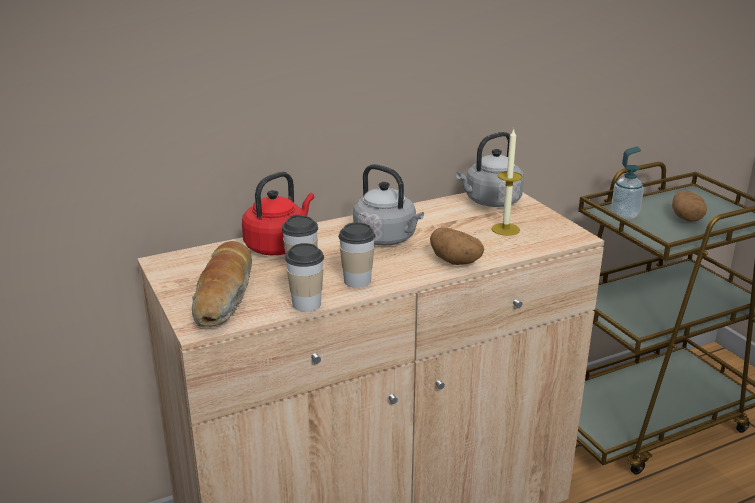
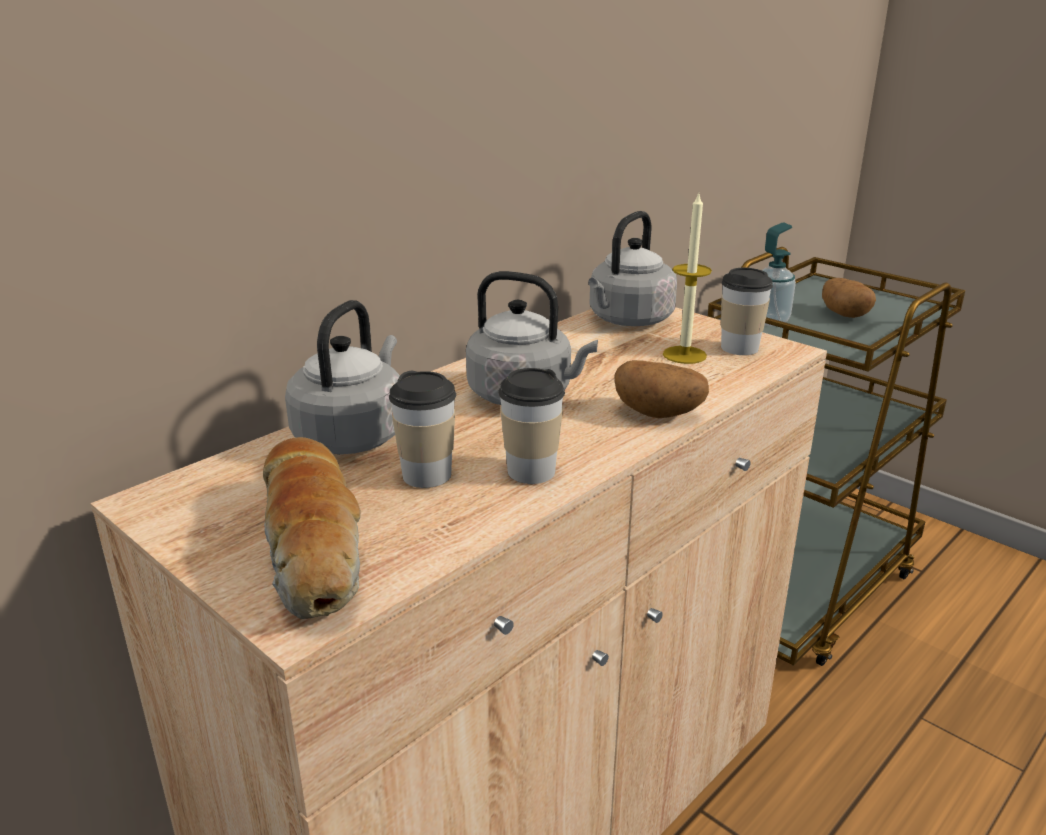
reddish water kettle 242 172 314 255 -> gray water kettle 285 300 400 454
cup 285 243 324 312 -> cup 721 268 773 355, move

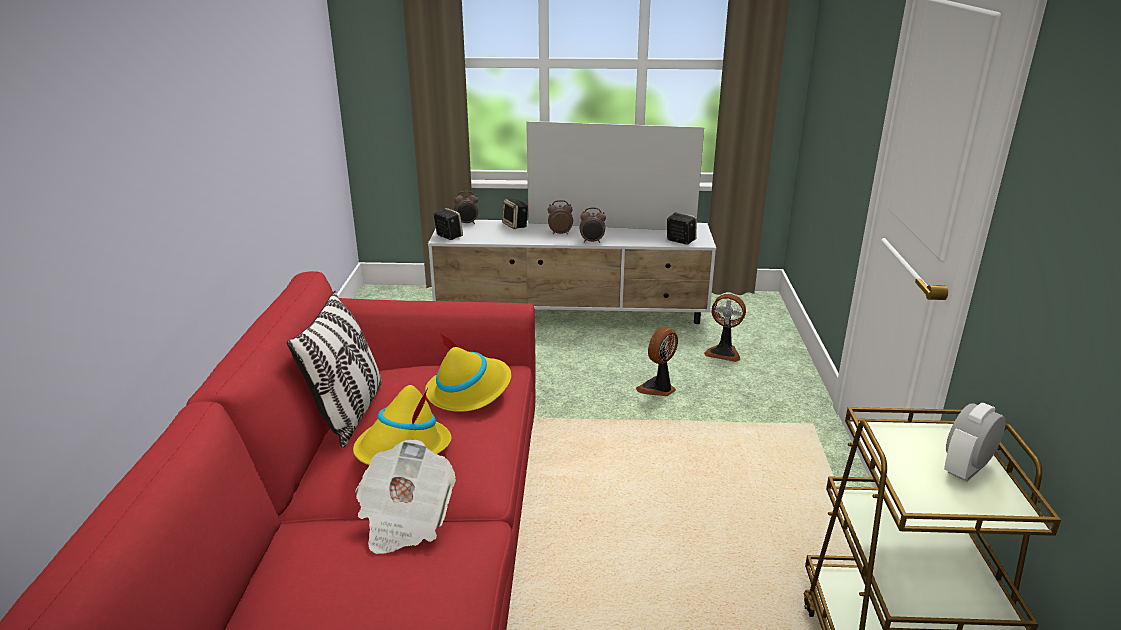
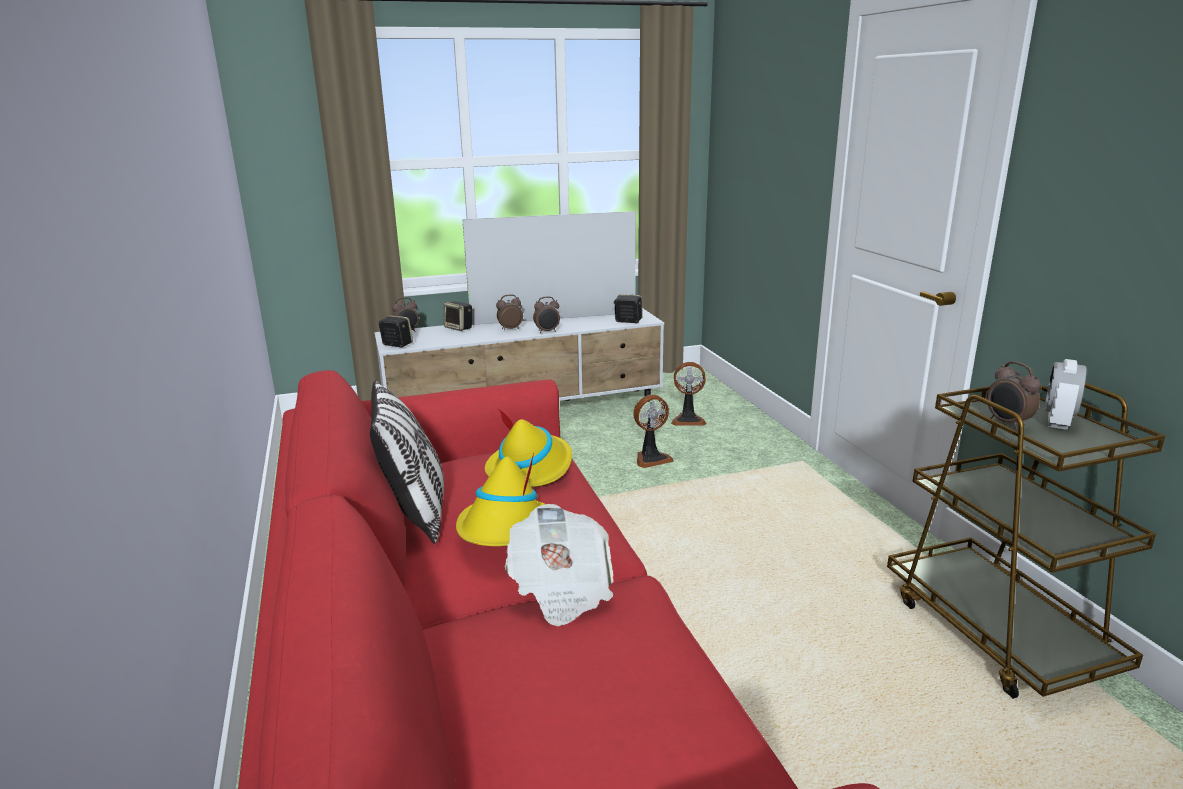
electric fan 636 327 678 396 -> electric fan 633 395 674 468, 135 degrees counterclockwise
none -> bedside clock 987 361 1041 429

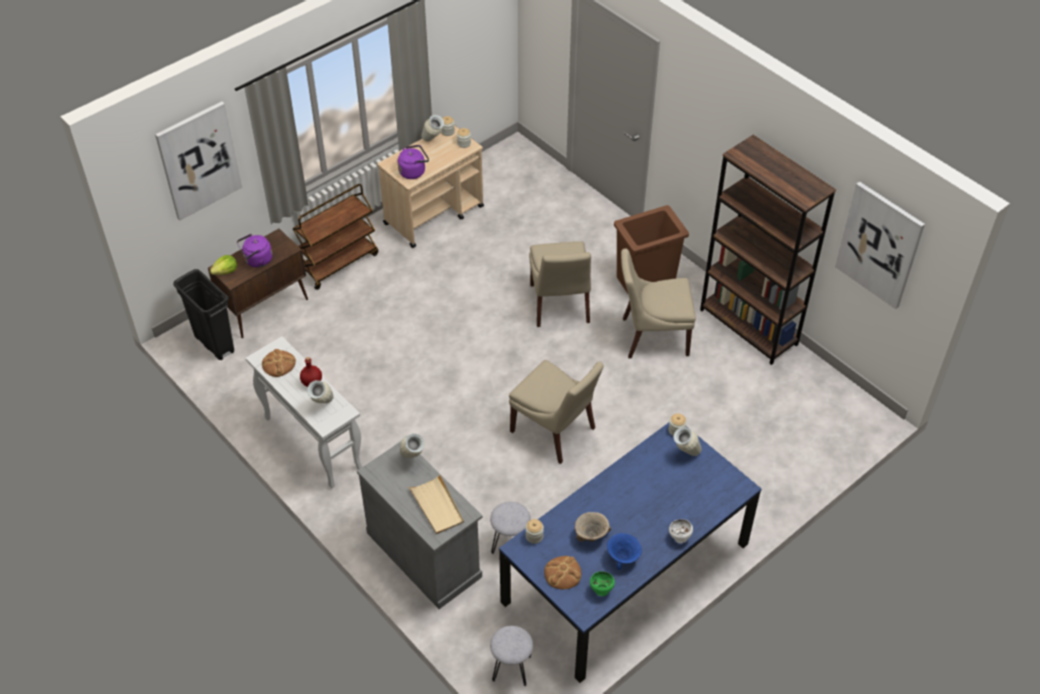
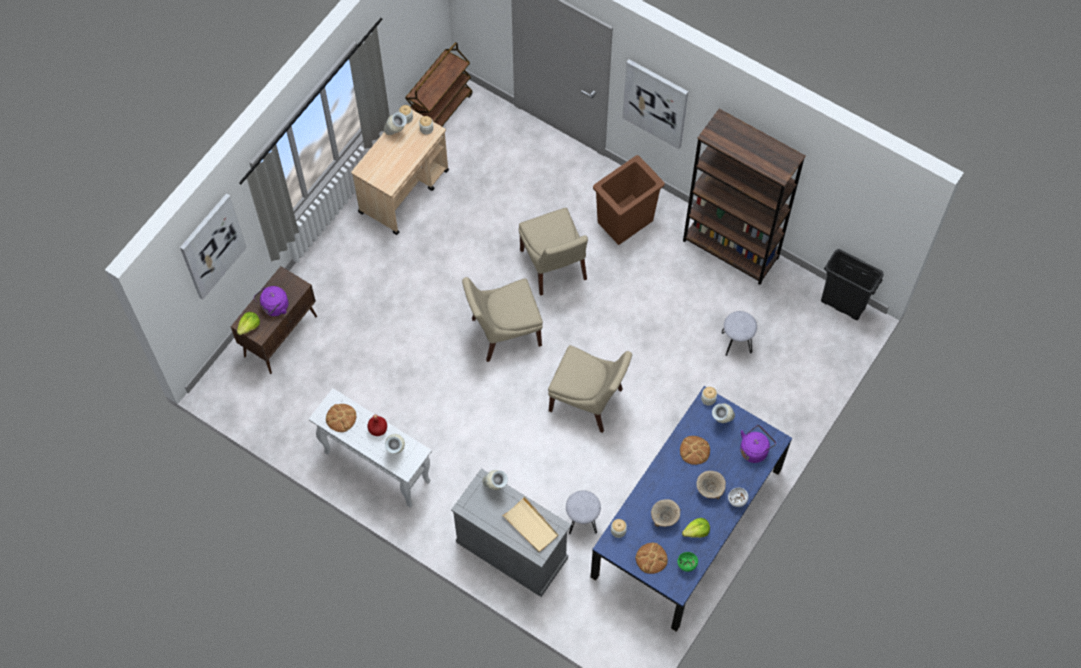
purple-coloured water kettle 398 145 429 179 -> purple-coloured water kettle 740 425 776 463, move
wall art 835 181 925 309 -> wall art 622 59 688 149, move
brownish wheeled cart 293 184 378 290 -> brownish wheeled cart 405 42 473 126, move
beige plain chair 621 249 696 358 -> beige plain chair 462 277 543 362, move
blackish rubbish bin 173 269 234 360 -> blackish rubbish bin 821 249 884 320, move
blue deep dish 607 533 642 570 -> lettuce 682 518 710 538
gray stool 490 626 533 686 -> gray stool 722 311 757 356, move
none -> baked bread 680 436 710 465
none -> beige deep dish 697 471 726 499

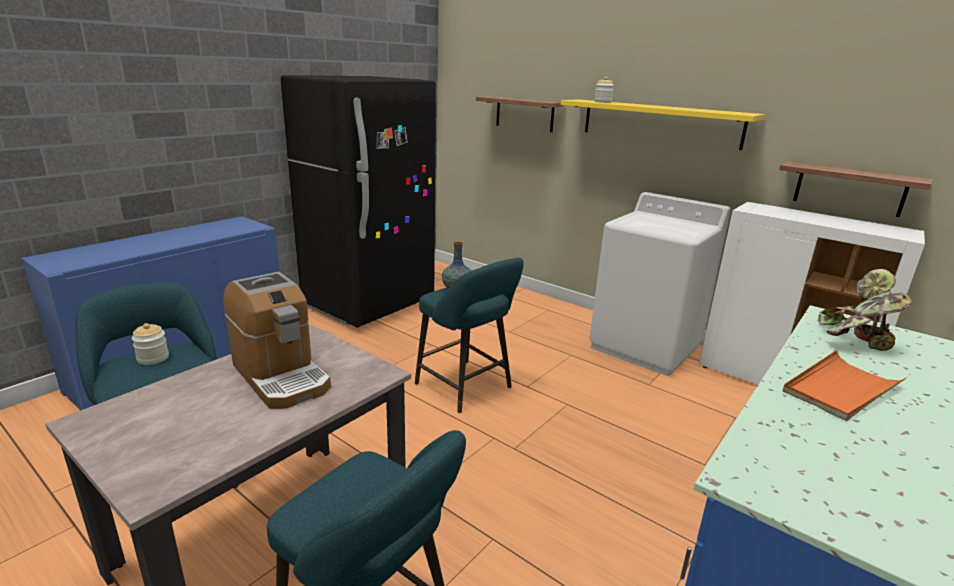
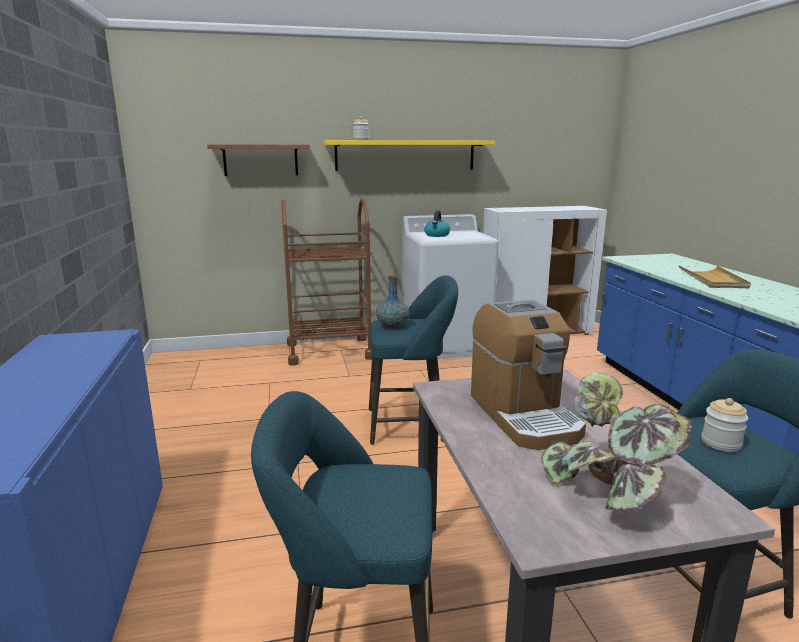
blackish kitchen fridge 281 75 436 328 -> none
wall shelf 779 162 932 217 -> none
plant in a pot 818 269 915 351 -> plant in a pot 541 372 692 513, move
coffee maker 223 272 331 409 -> coffee maker 471 299 586 450, 75 degrees clockwise
preserve jar 132 323 169 365 -> preserve jar 701 398 748 452, move
orange tray 783 350 907 421 -> beige tray 678 265 751 288
none -> brownish wheeled cart 281 198 372 366
none -> water kettle 424 210 450 237

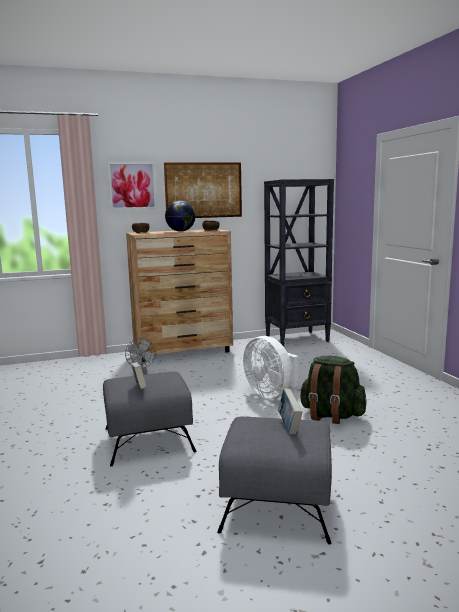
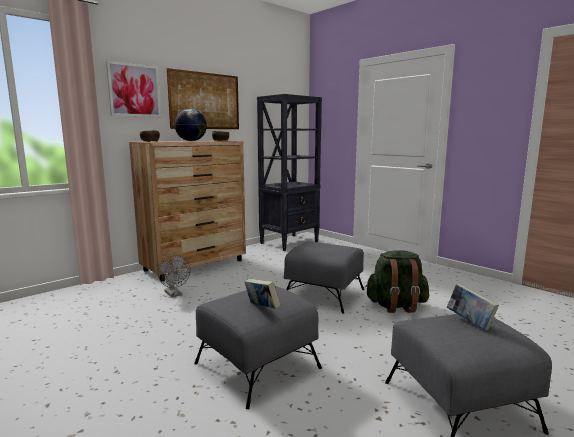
whitish electric fan 243 336 298 399 -> gray ottoman 284 242 364 314

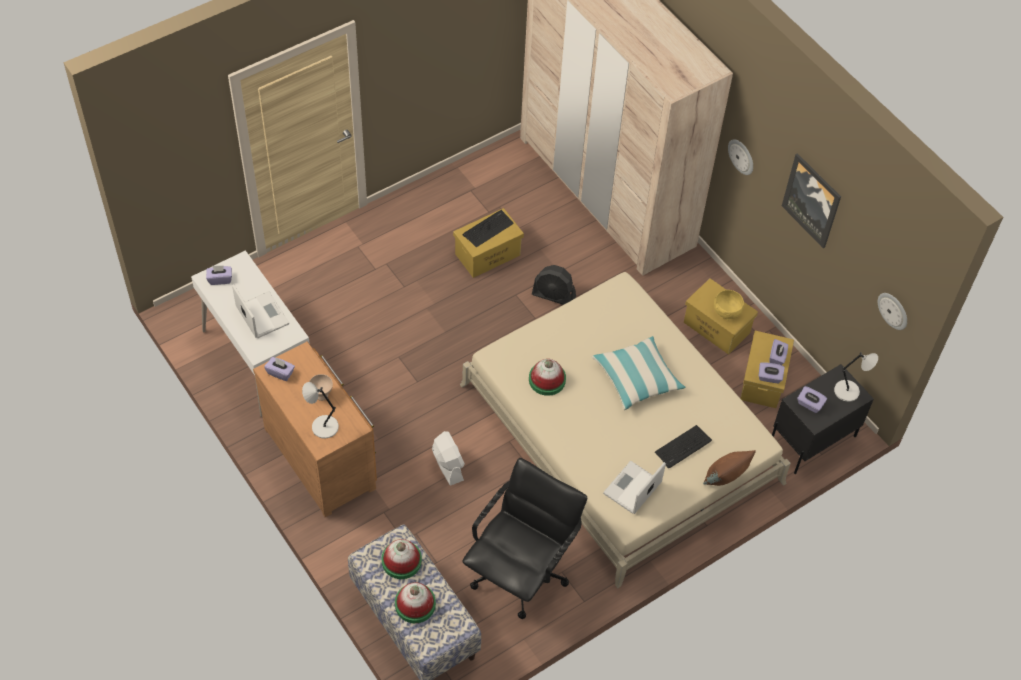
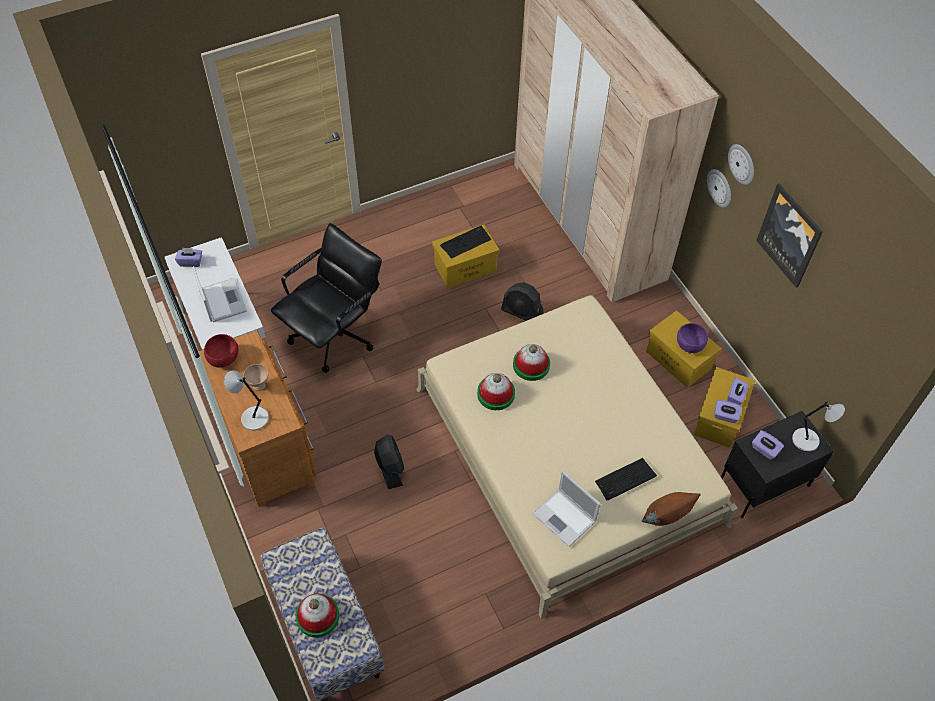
yellow-coloured deep dish 714 290 744 320 -> purple-coloured deep dish 677 323 708 354
clock on the wall 878 293 907 330 -> clock on the wall 728 144 754 185, move
throw pillow 591 336 686 410 -> none
purple-coloured tissue box 264 357 295 381 -> reddish deep dish 204 334 239 367
whitish electric fan 432 431 465 486 -> blackish electric fan 374 435 404 489
blackish office chair 462 458 587 619 -> blackish office chair 271 223 382 373, move
laptop 603 461 666 514 -> laptop 532 471 601 547, 90 degrees counterclockwise
wearable hat 382 539 422 579 -> wearable hat 513 344 550 381, move

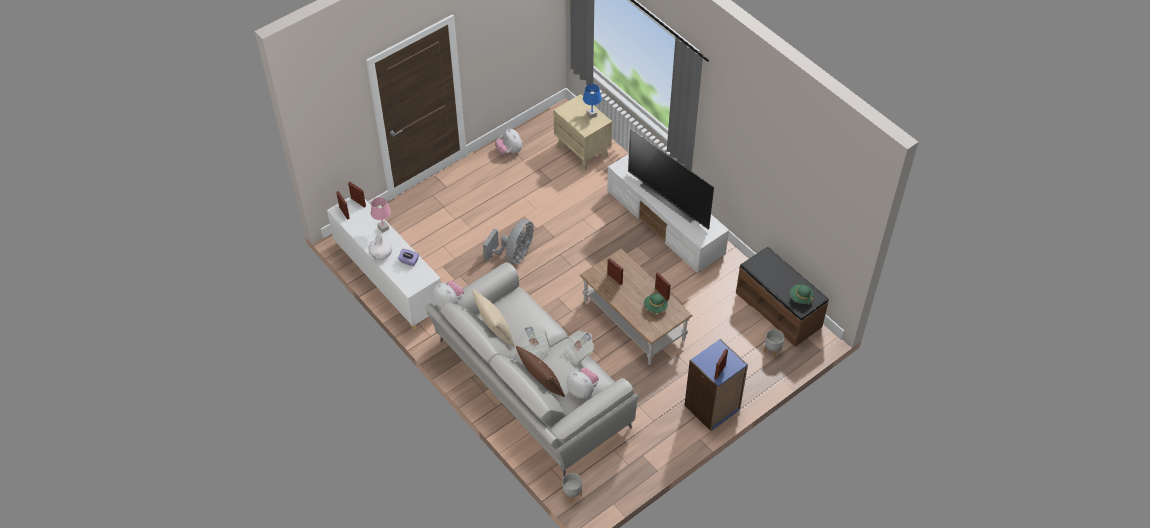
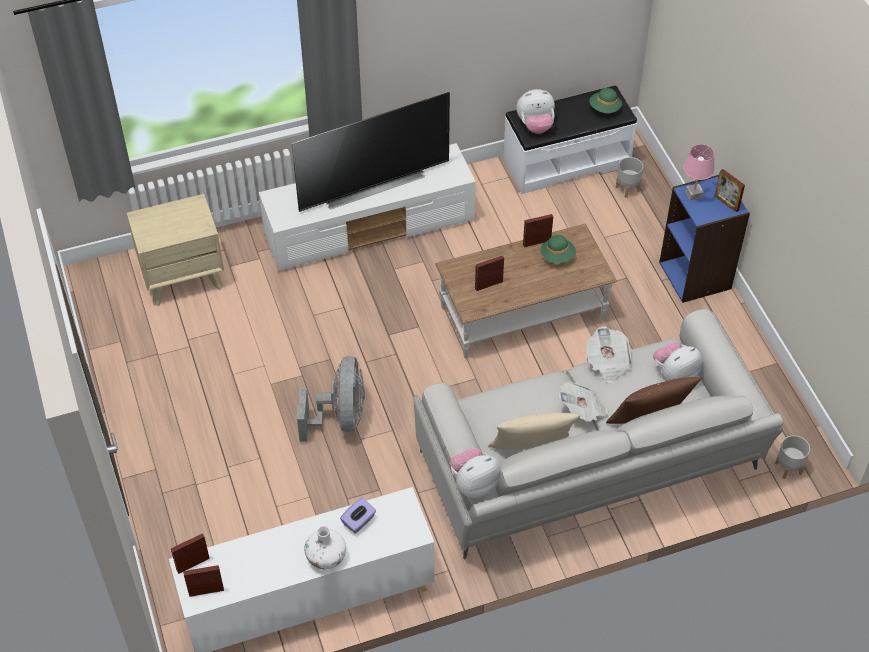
blue table lamp 583 84 602 118 -> none
plush toy 495 128 522 154 -> plush toy 516 89 555 134, move
pinkish table lamp 371 197 391 233 -> pinkish table lamp 683 144 715 200, move
gray electric fan 483 219 534 264 -> gray electric fan 297 356 365 442, 45 degrees clockwise
brownish bench 736 246 829 347 -> whitish bench 503 86 637 194

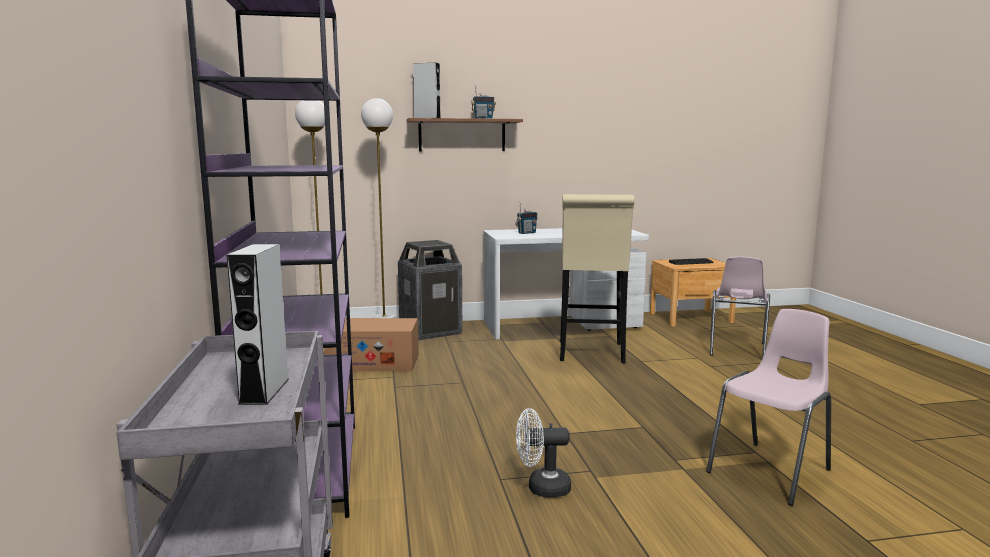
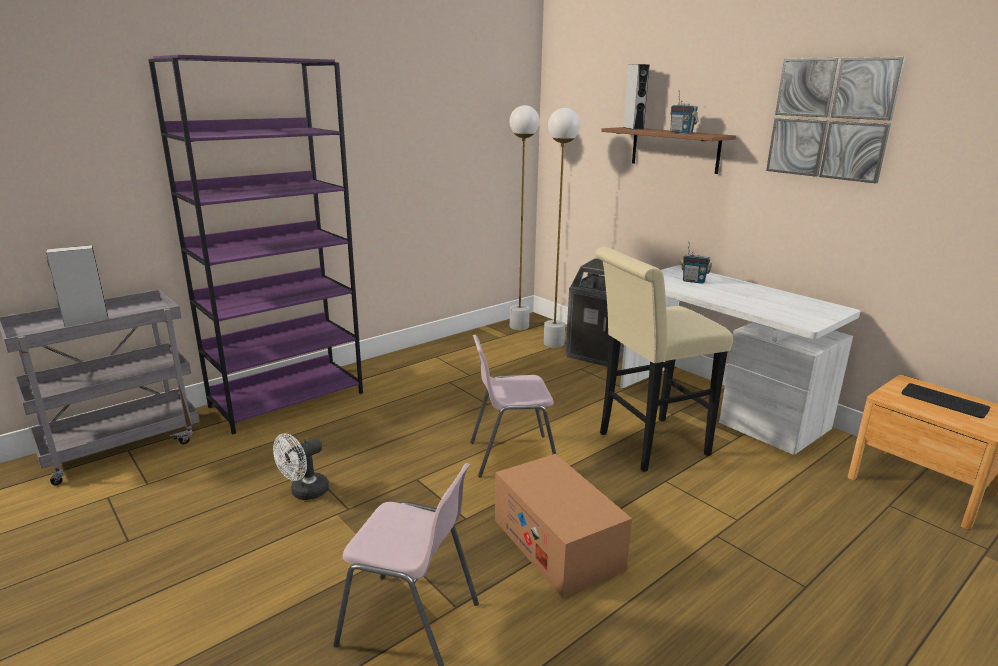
pinkish plain chair 710 257 770 358 -> pinkish plain chair 470 335 556 478, move
cardboard box 325 318 419 371 -> cardboard box 495 454 632 598, move
whitish electric fan 516 408 571 498 -> whitish electric fan 273 433 329 500, 105 degrees counterclockwise
none -> wall art 766 57 906 183

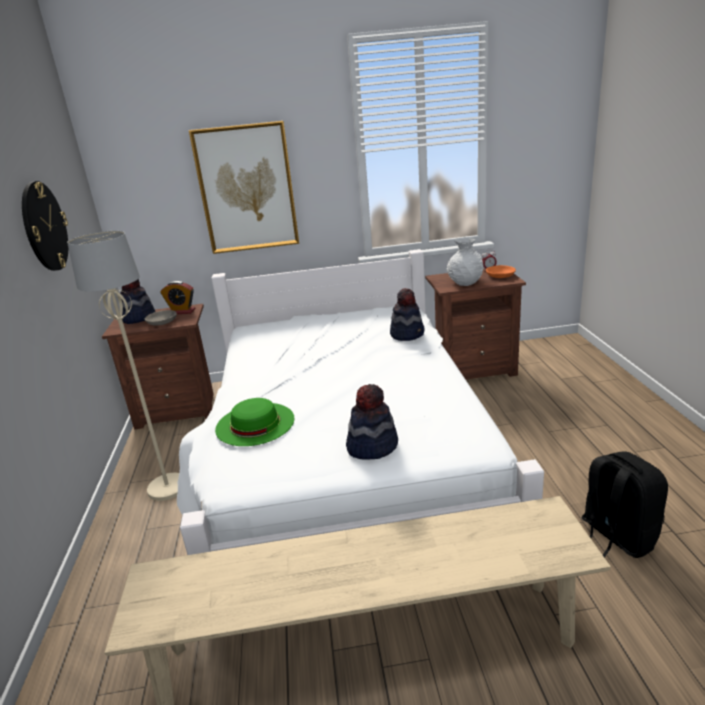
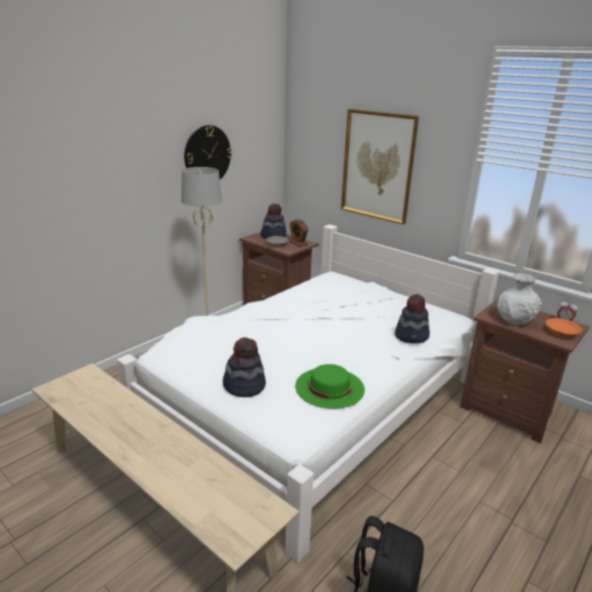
green wearable hat 215 398 294 446 -> green wearable hat 295 364 365 409, move

